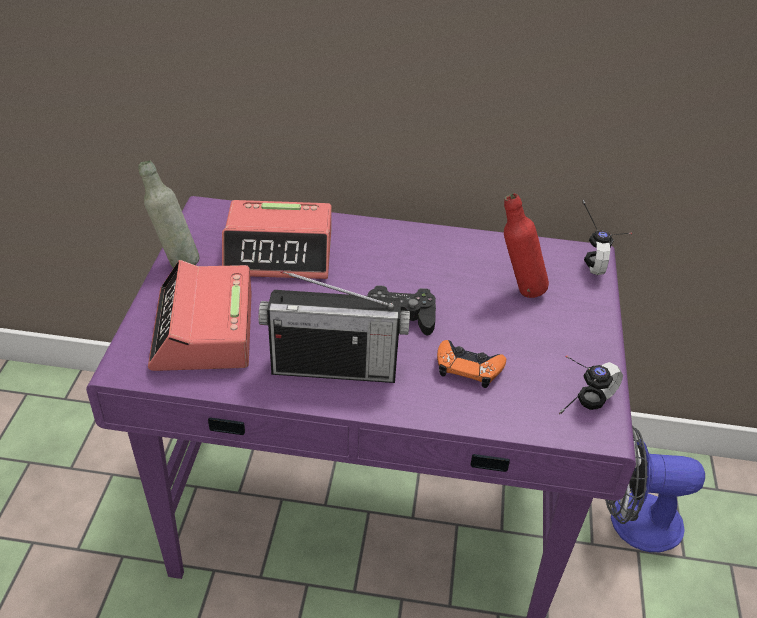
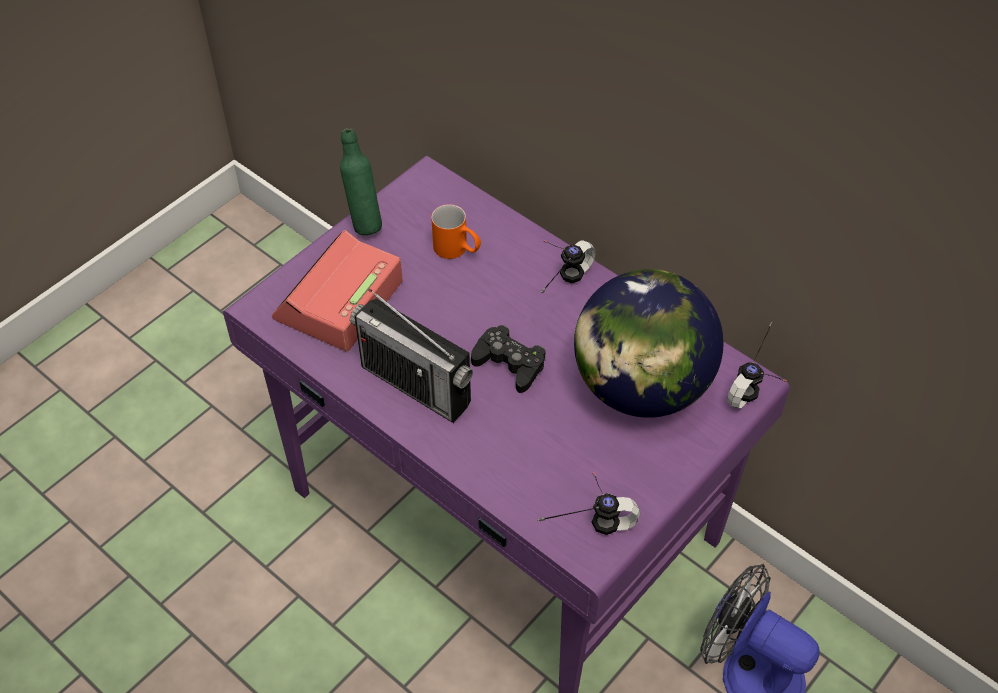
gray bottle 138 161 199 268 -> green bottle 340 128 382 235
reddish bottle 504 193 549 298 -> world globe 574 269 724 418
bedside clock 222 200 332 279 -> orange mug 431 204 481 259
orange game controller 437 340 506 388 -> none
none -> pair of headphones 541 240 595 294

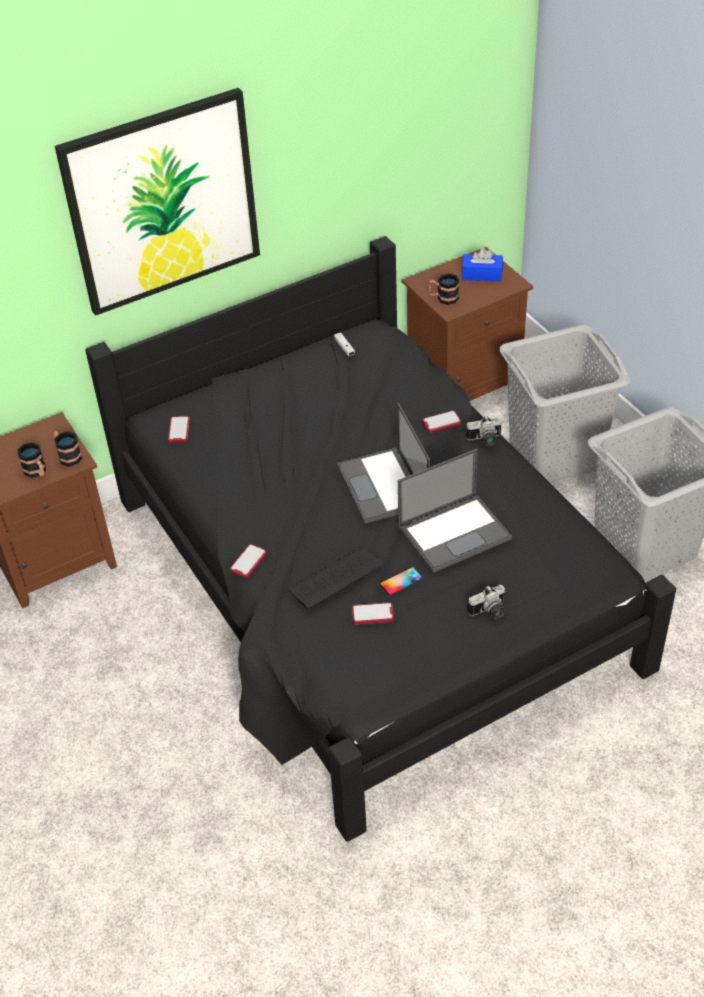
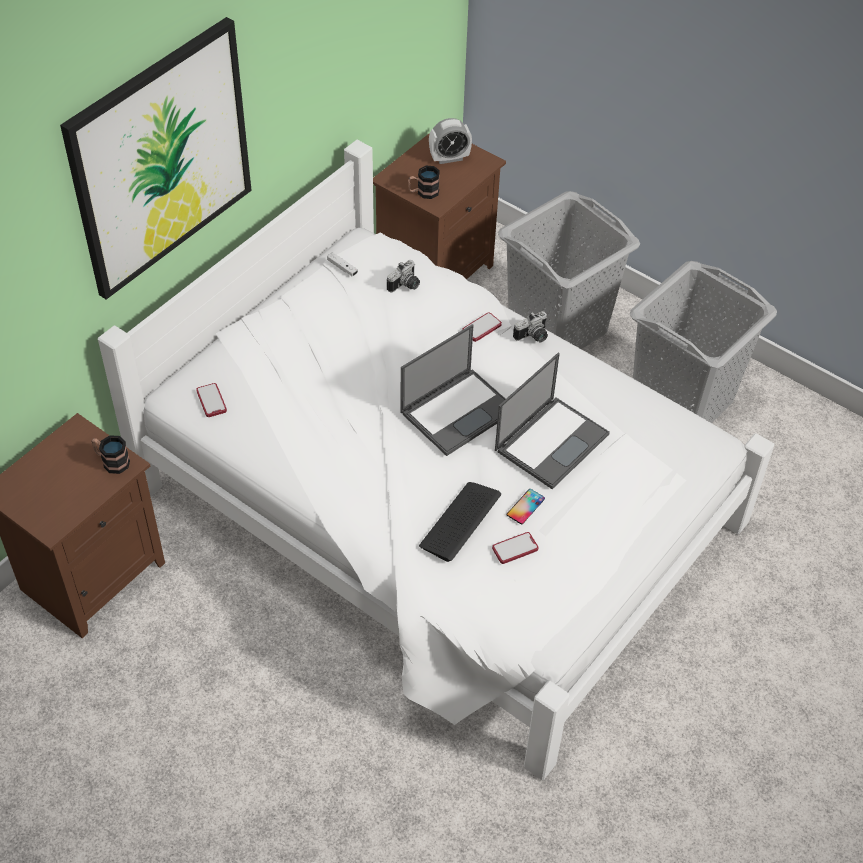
blackish bedroom bed 85 236 676 842 -> whitish bedroom bed 98 140 774 780
blue tissue box 462 248 503 281 -> bedside clock 429 118 472 164
laptop 337 403 430 524 -> laptop 400 324 505 456, 90 degrees counterclockwise
mug 18 442 46 478 -> none
phone 230 544 267 578 -> none
photo camera 467 585 505 619 -> photo camera 387 260 420 292, move

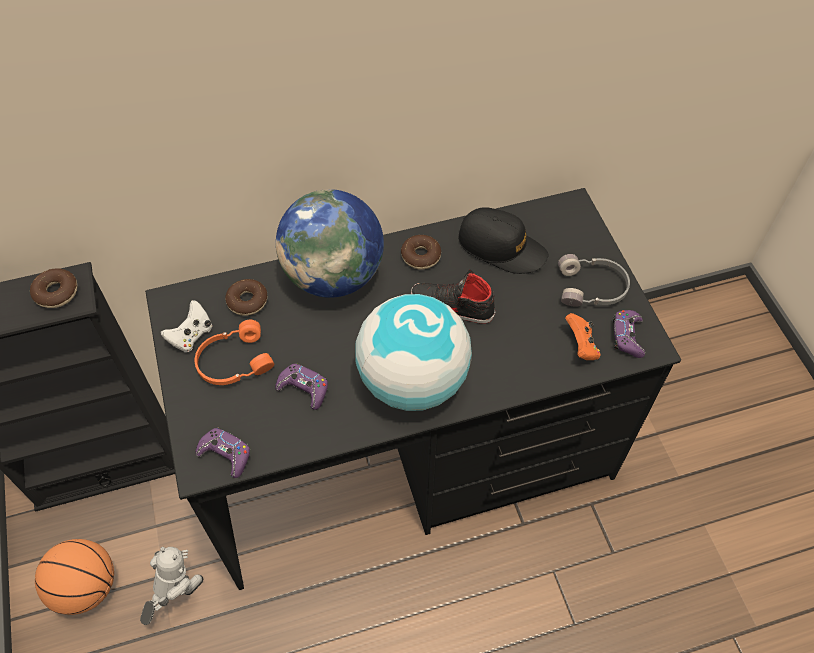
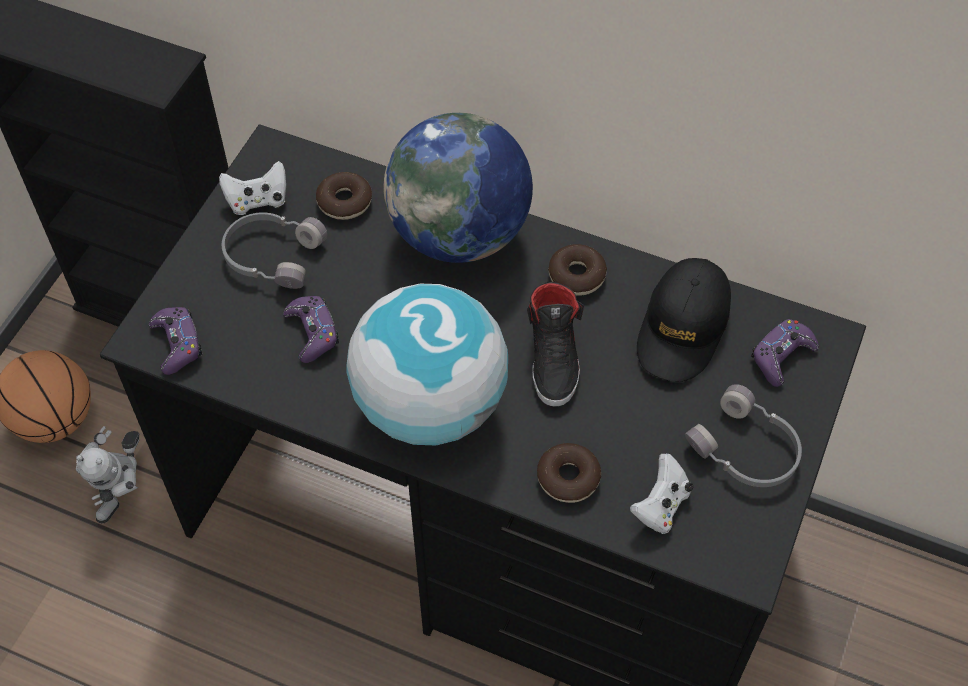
blackish peaked cap 458 207 548 274 -> blackish peaked cap 637 258 731 382, 45 degrees clockwise
donut 30 268 78 308 -> donut 537 443 601 503, move
blackish item of footwear 411 269 495 324 -> blackish item of footwear 527 282 584 407, 150 degrees counterclockwise
purple-coloured game controller 613 310 645 358 -> purple-coloured game controller 751 319 819 387, move
orange game controller 565 313 601 360 -> whitish game controller 630 454 693 534
orange pair of headphones 195 320 274 385 -> gray pair of headphones 222 212 327 289
model robot 140 547 203 625 -> model robot 76 426 139 523, 120 degrees clockwise

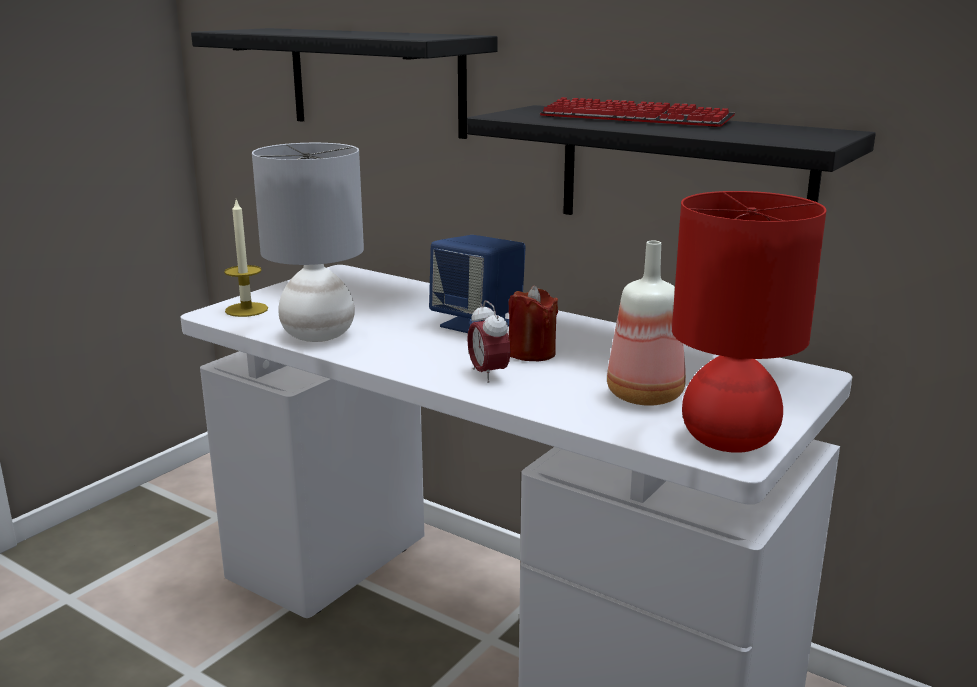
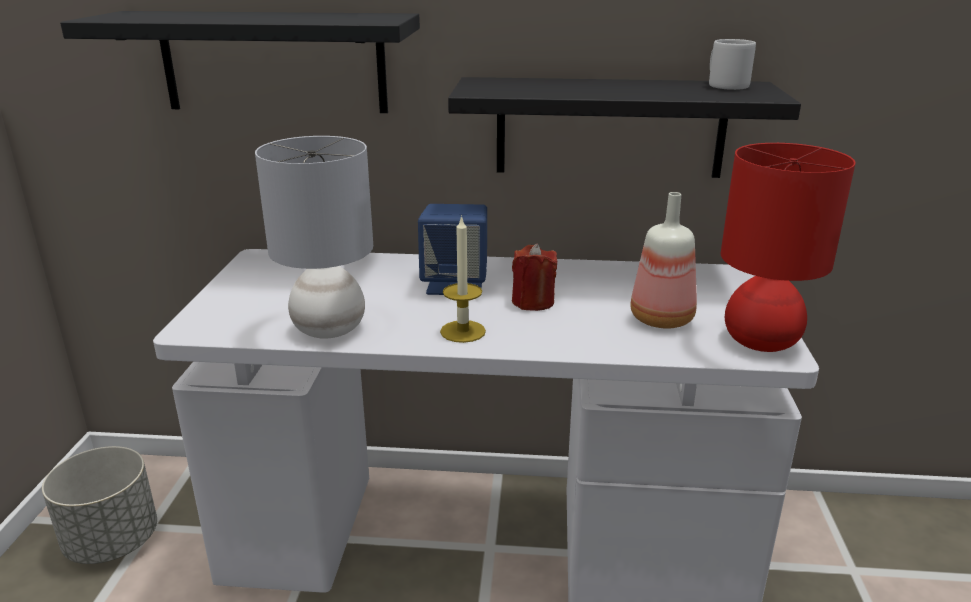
PC keyboard 540 97 735 127 -> none
wax light 224 199 268 317 -> wax light 440 215 486 343, move
bedside clock 467 300 510 383 -> none
none -> gray mug 709 39 756 90
none -> gray flower pot 42 446 157 564

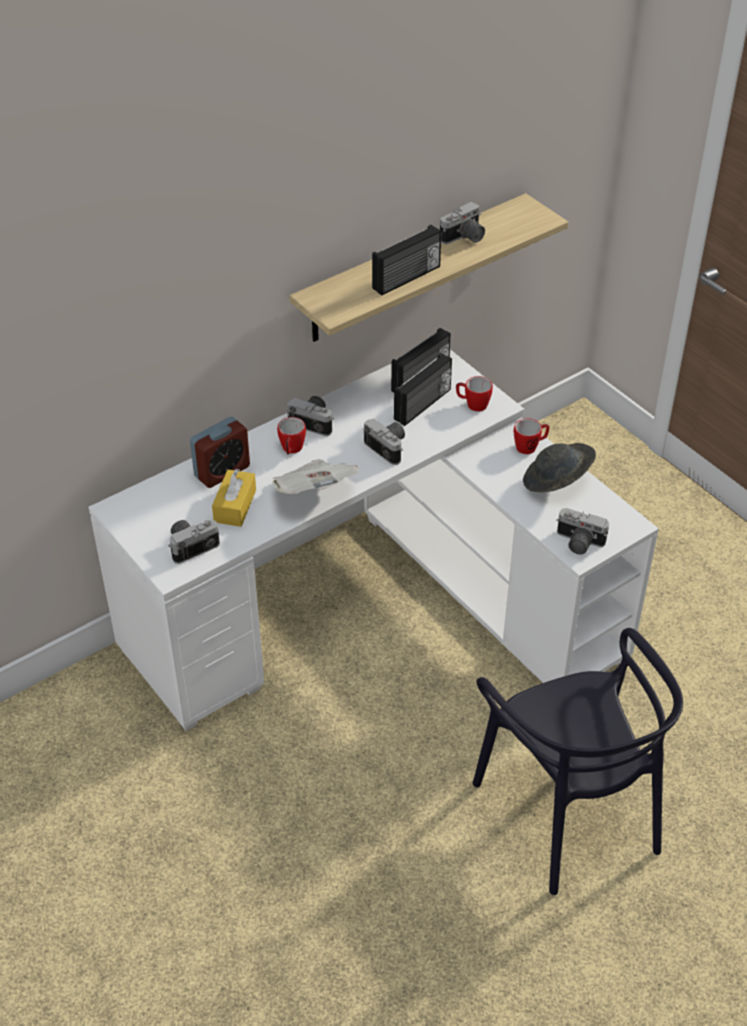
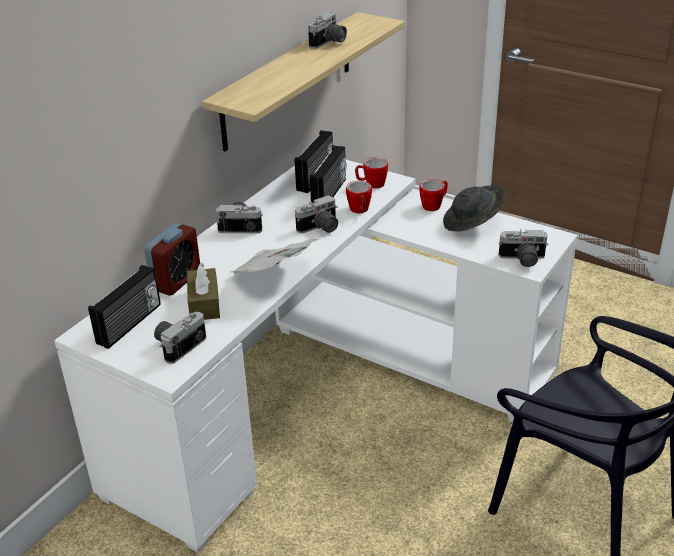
radio set 372 225 441 295 -> radio set 88 265 161 349, move
mug 277 417 306 454 -> mug 346 181 372 213, move
photo camera 363 418 405 465 -> photo camera 295 195 338 233, 120 degrees clockwise
yellow-coloured tissue box 212 469 256 527 -> brownish tissue box 187 263 220 320

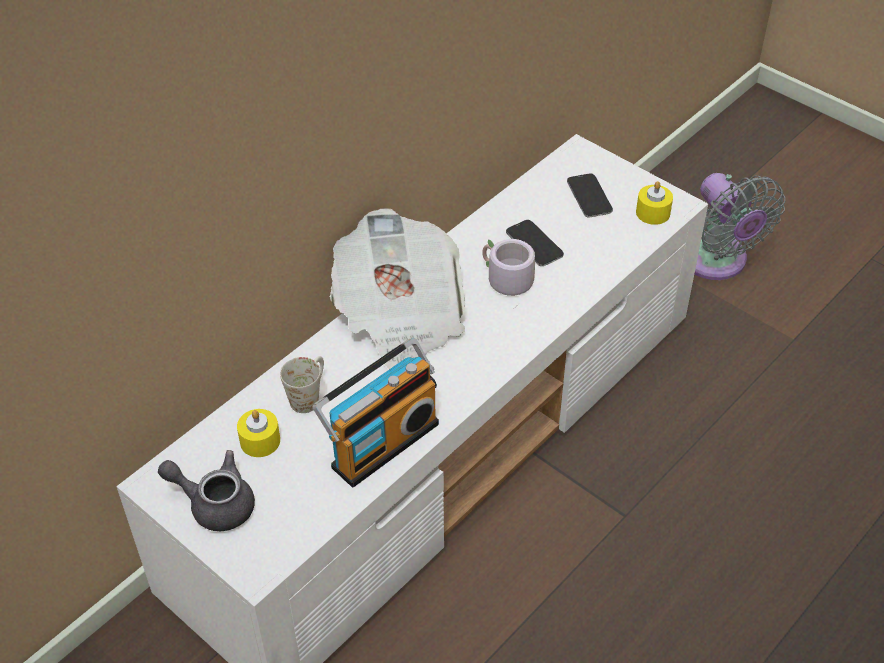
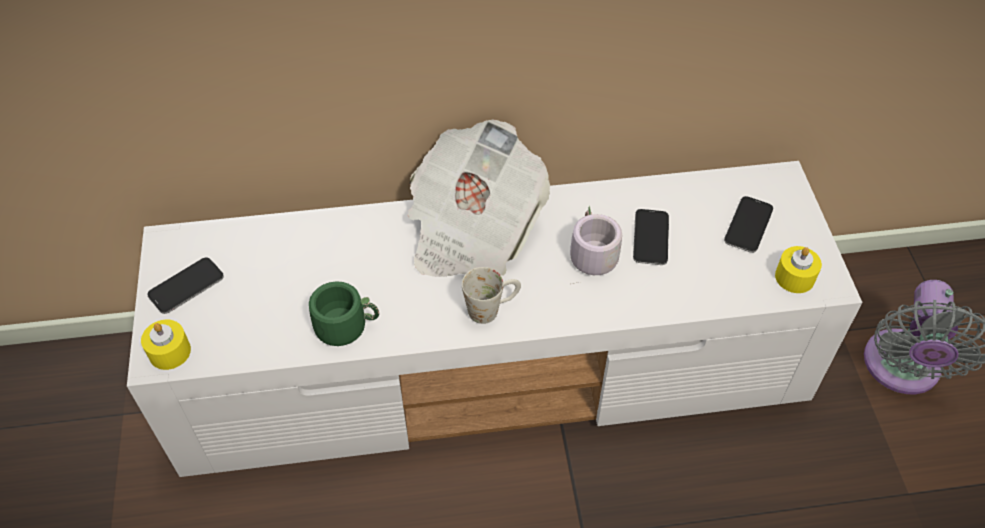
radio set 313 338 439 488 -> green mug 309 281 379 346
whitish mug 280 356 324 413 -> whitish mug 462 267 521 324, move
yellow-coloured wax light 237 409 280 457 -> yellow-coloured wax light 141 320 191 370, move
gray pot for tea 158 450 255 531 -> phone 147 257 224 314

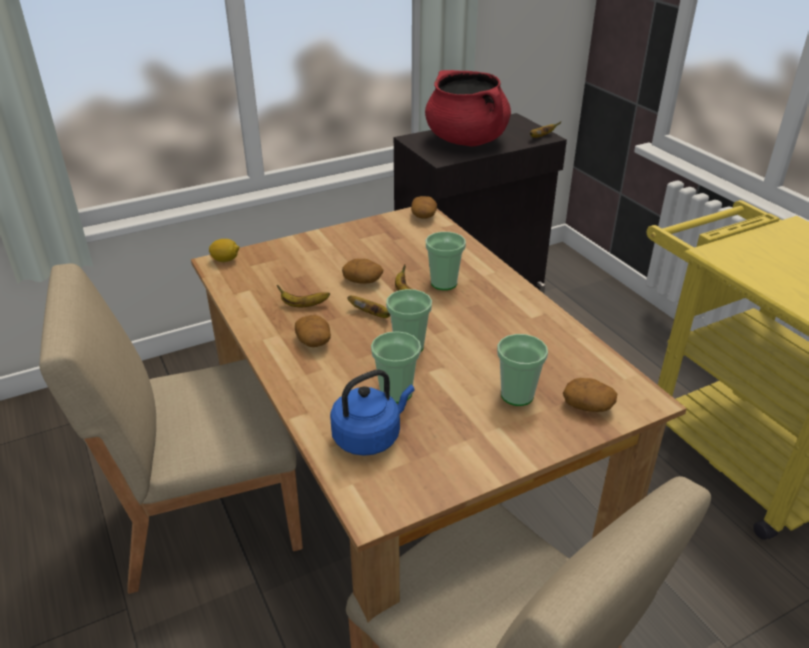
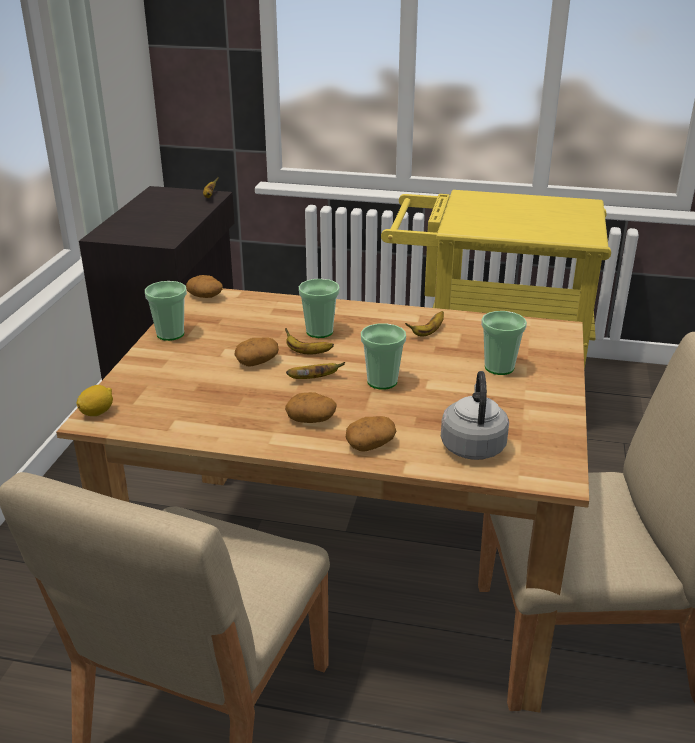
reddish stockpot 425 70 511 147 -> none
banana 277 285 330 307 -> banana 405 311 444 336, move
cup 371 331 421 403 -> cup 145 281 187 341, move
blue water kettle 330 370 415 456 -> gray water kettle 441 371 509 460
spud 563 378 617 412 -> spud 345 416 396 452, move

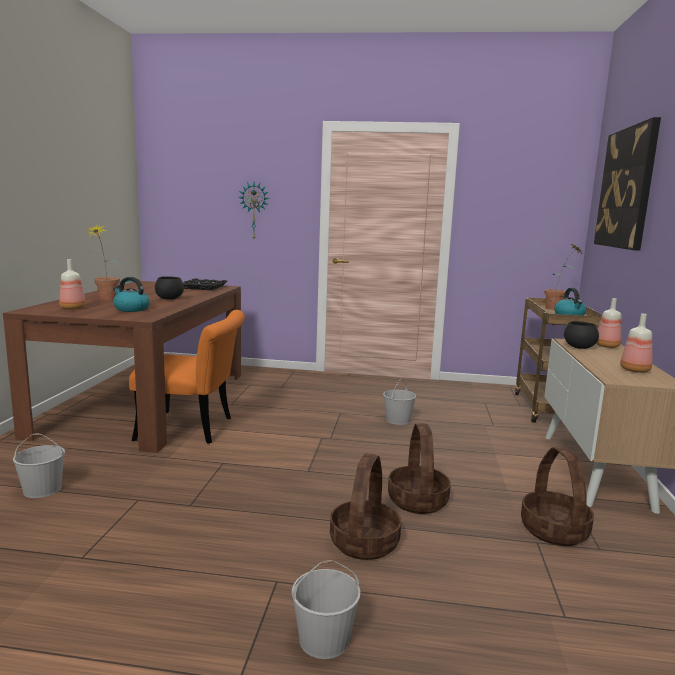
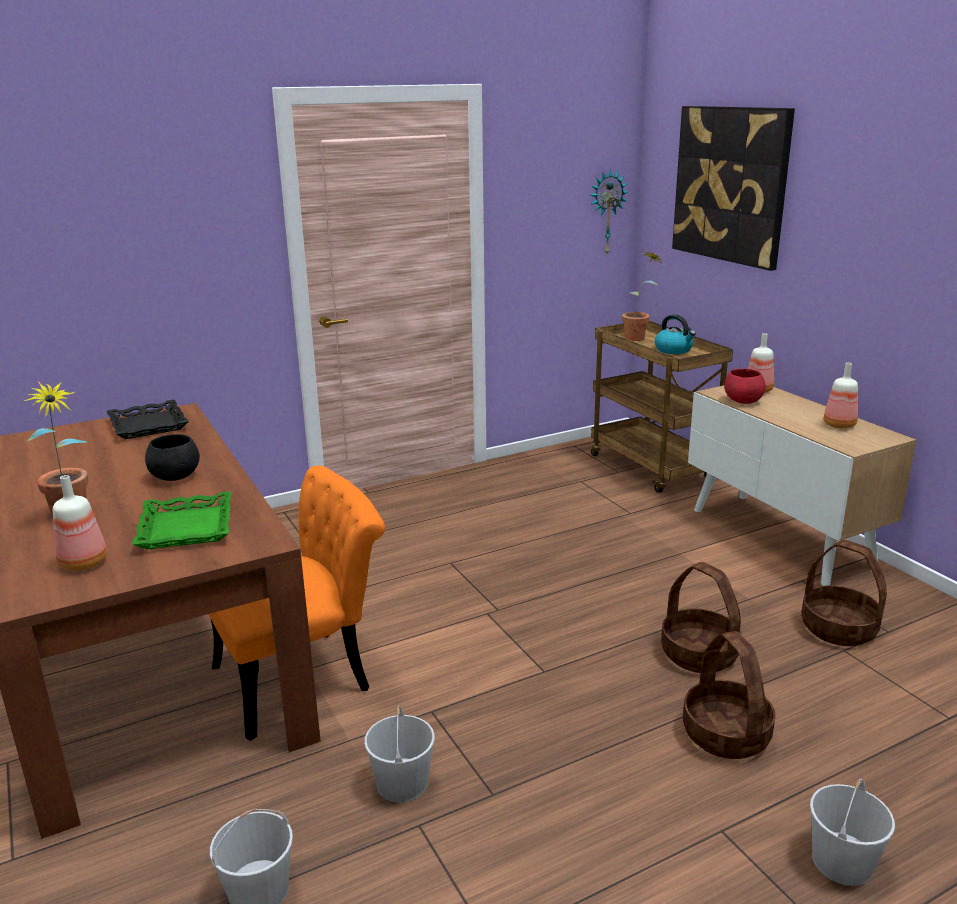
clock on the wall 238 182 270 239 -> clock on the wall 590 169 628 254, move
water kettle 113 277 150 312 -> green tray 132 491 231 549
blackish deep dish 564 321 599 349 -> reddish deep dish 724 369 766 404
whitish pail 383 379 416 425 -> whitish pail 364 706 435 802, move

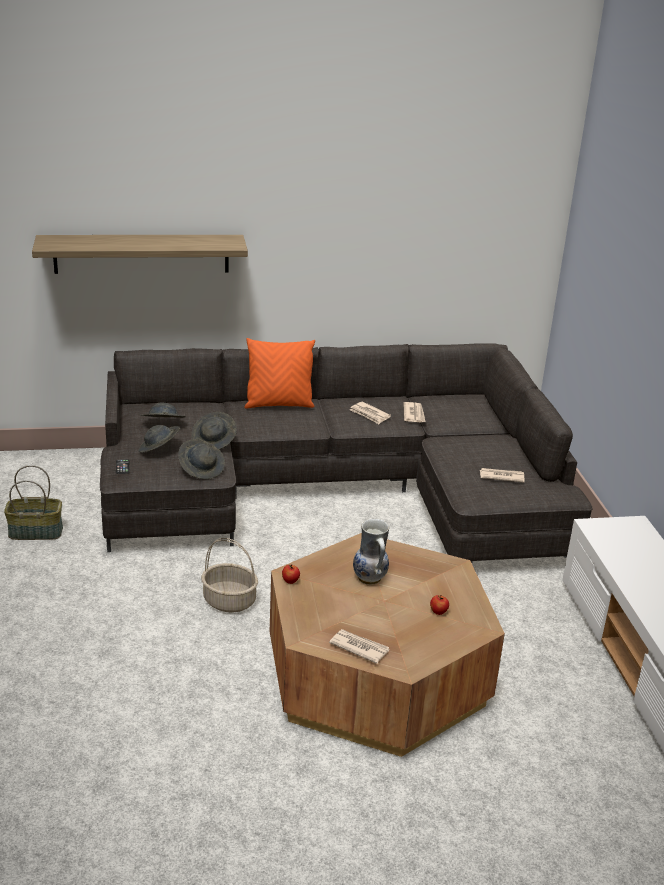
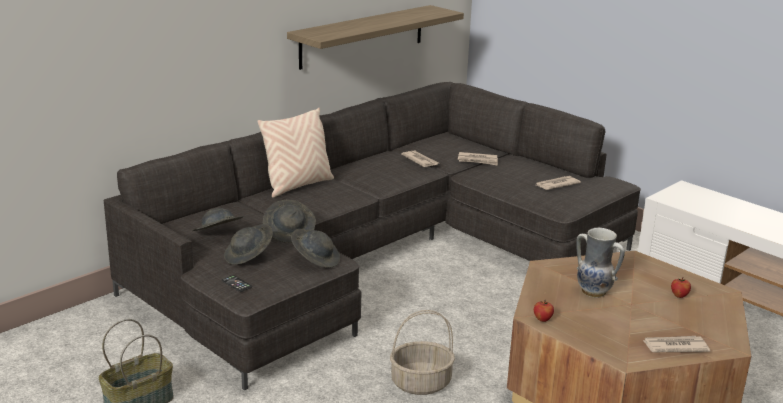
wall shelf 32 235 248 274 -> wall shelf 287 5 464 70, move
orange throw pillow 244 338 315 409 -> beige throw pillow 257 108 334 198
daily paper 350 402 391 424 -> daily paper 458 152 498 165, move

